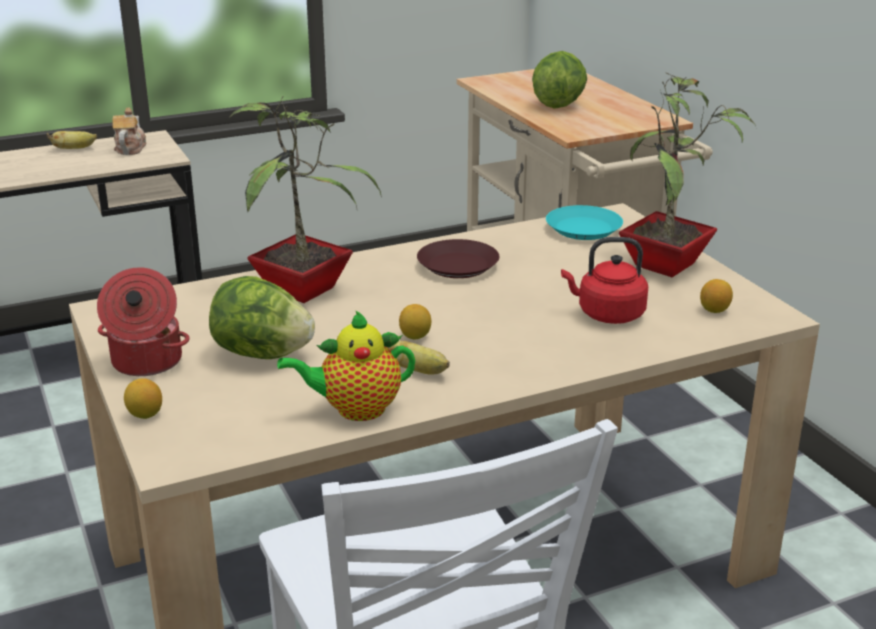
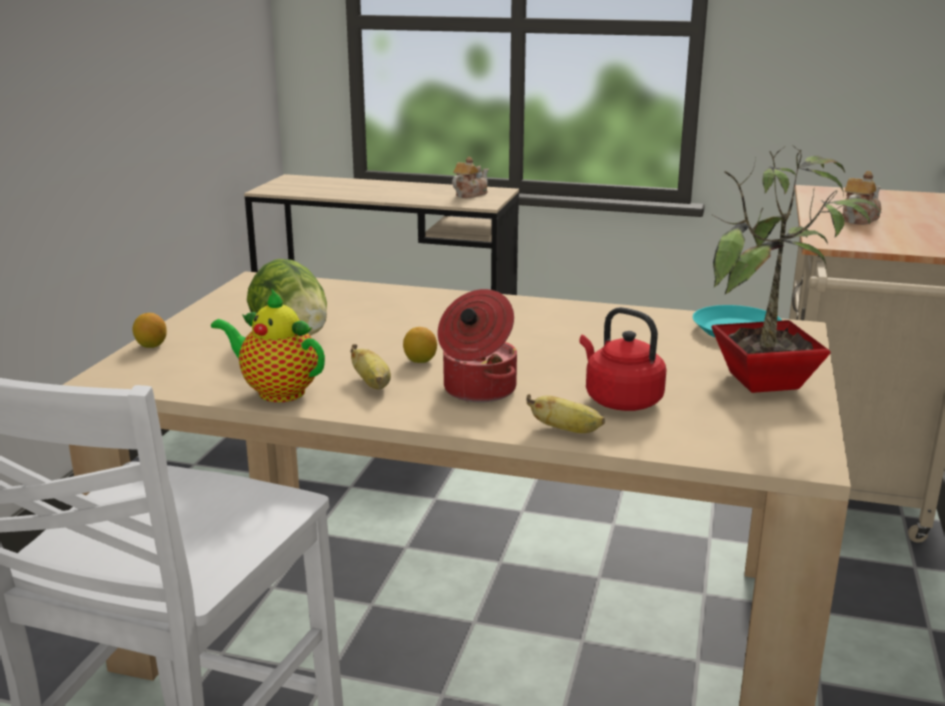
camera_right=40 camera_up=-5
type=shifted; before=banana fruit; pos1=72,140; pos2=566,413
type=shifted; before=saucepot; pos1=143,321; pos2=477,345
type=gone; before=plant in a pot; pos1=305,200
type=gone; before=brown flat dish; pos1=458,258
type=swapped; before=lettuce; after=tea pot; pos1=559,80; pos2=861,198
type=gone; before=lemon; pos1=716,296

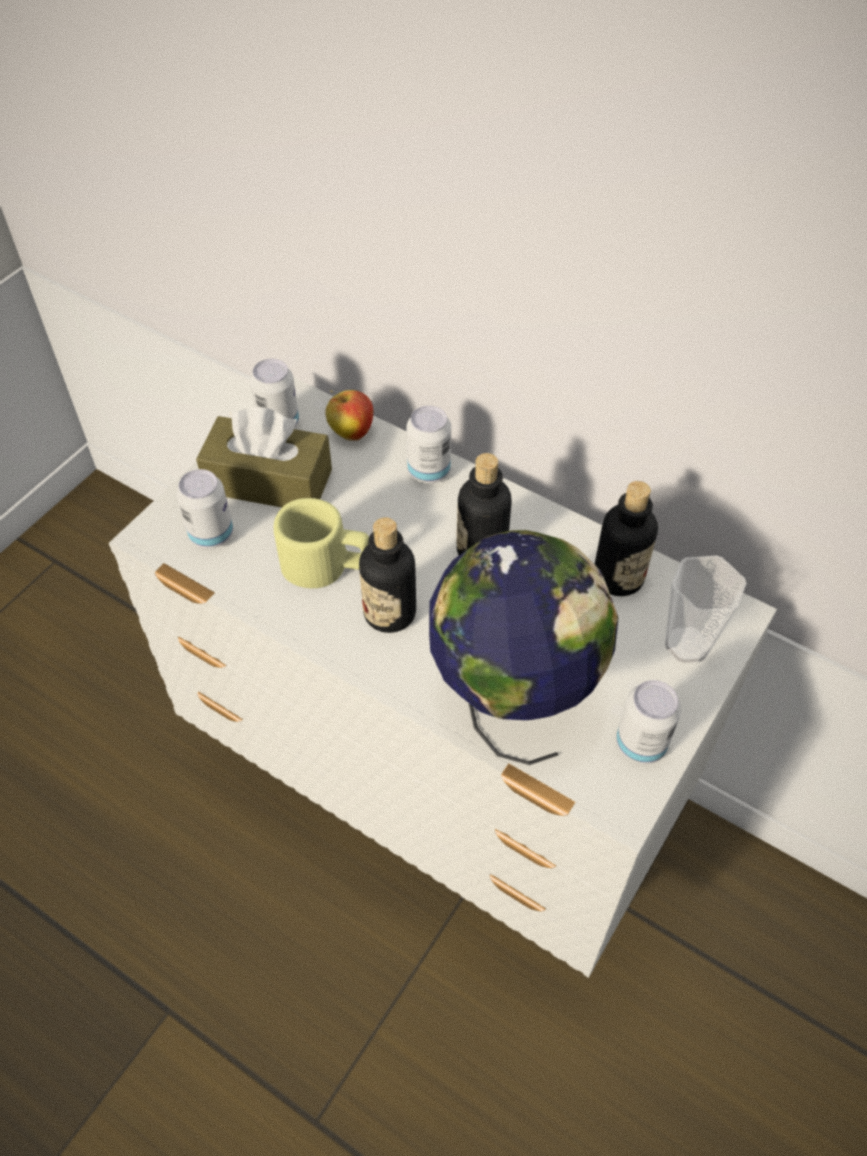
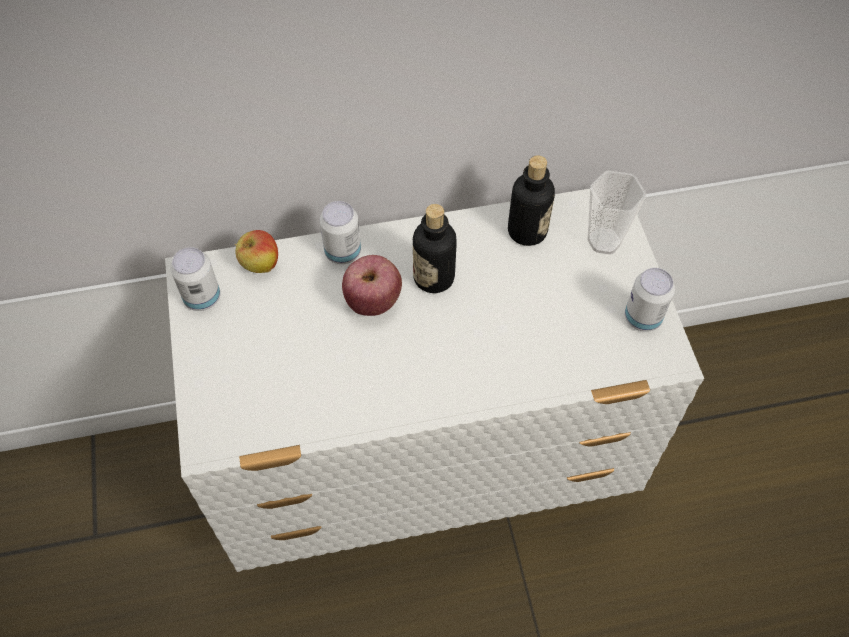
camera_right=-45 camera_up=5
type=gone; before=sealed can; pos1=204,509
type=gone; before=brown tissue holder; pos1=264,457
type=gone; before=beige coffee mug; pos1=321,543
type=gone; before=drink bottle; pos1=387,575
type=gone; before=desk globe; pos1=523,647
type=new; after=apple; pos2=372,285

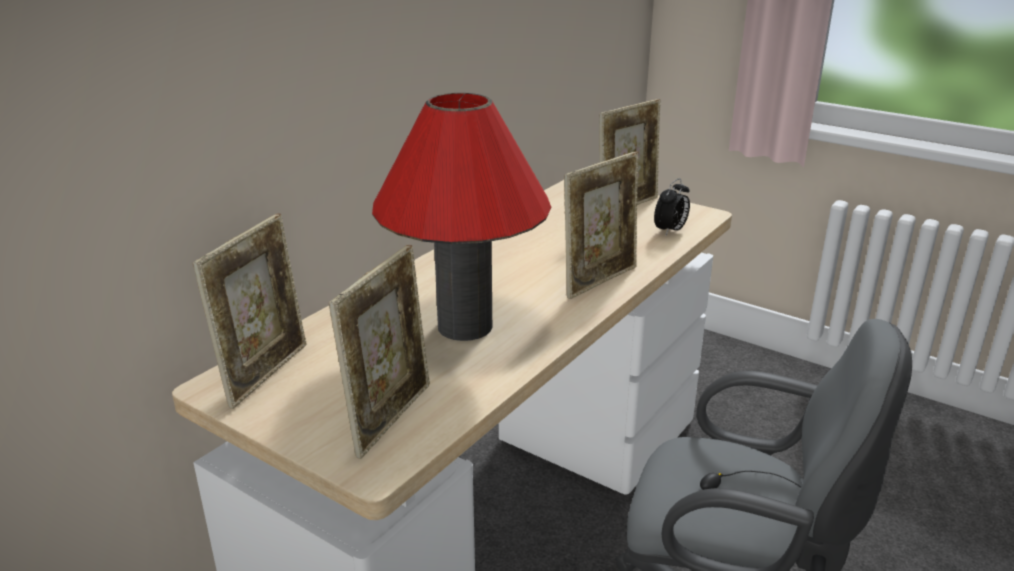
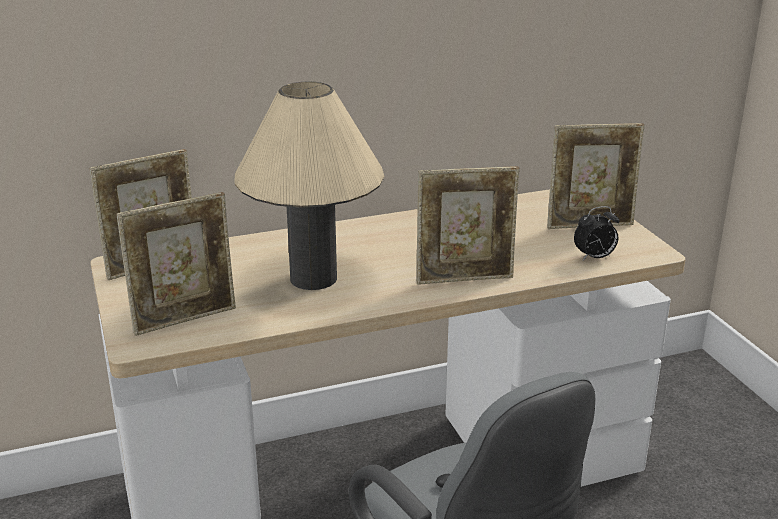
camera_right=35 camera_up=0
type=repainted; before=reddish tabletop lamp; after=beige tabletop lamp; pos1=461,217; pos2=309,185

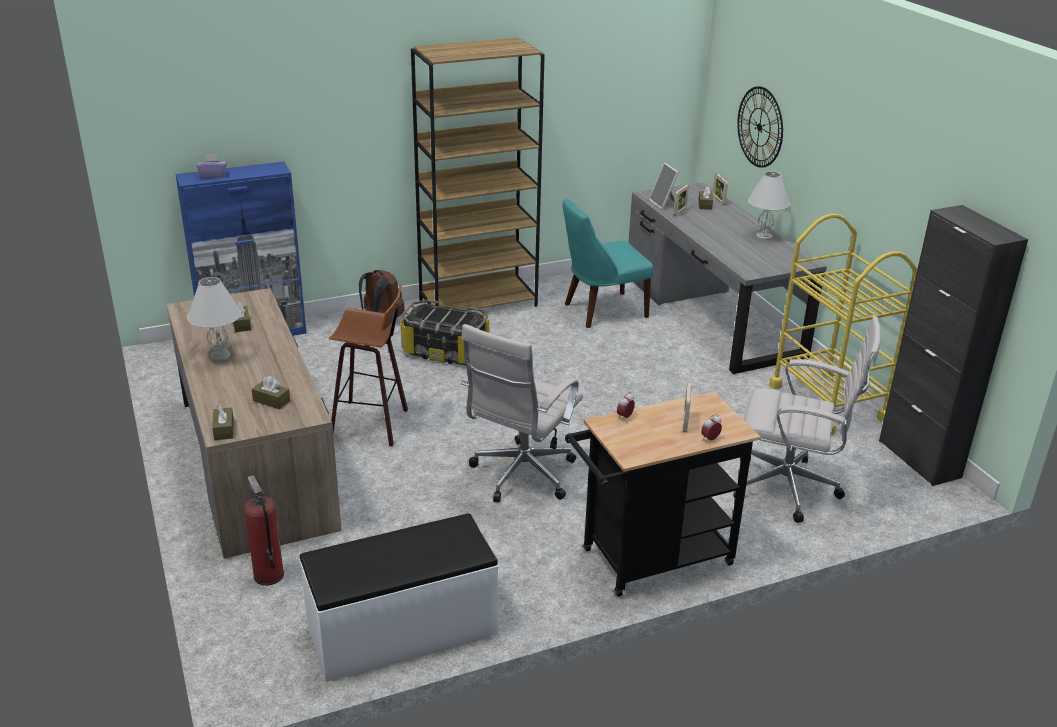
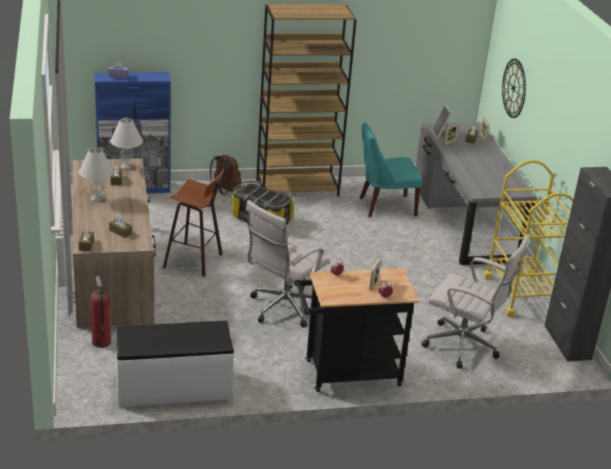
camera_right=10 camera_up=0
type=shifted; before=white-coloured tabletop lamp; pos1=769,205; pos2=126,144

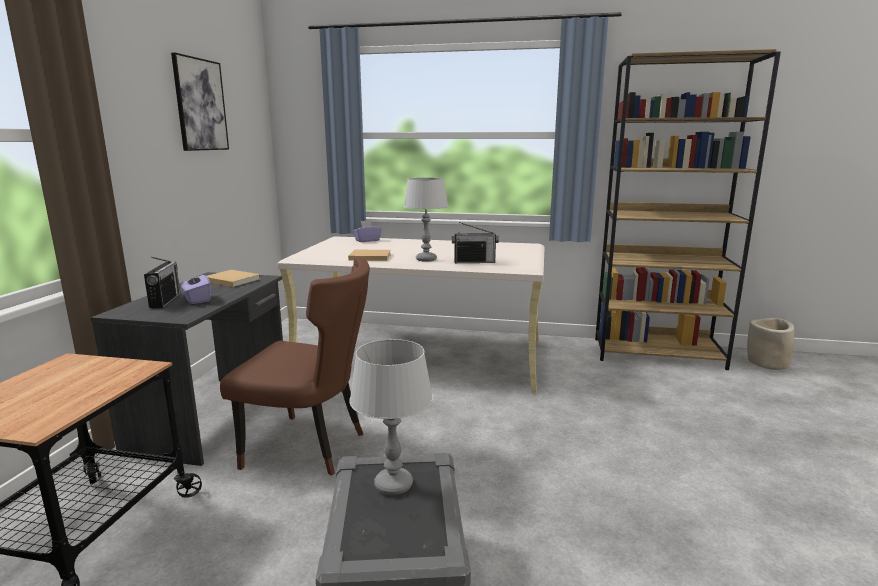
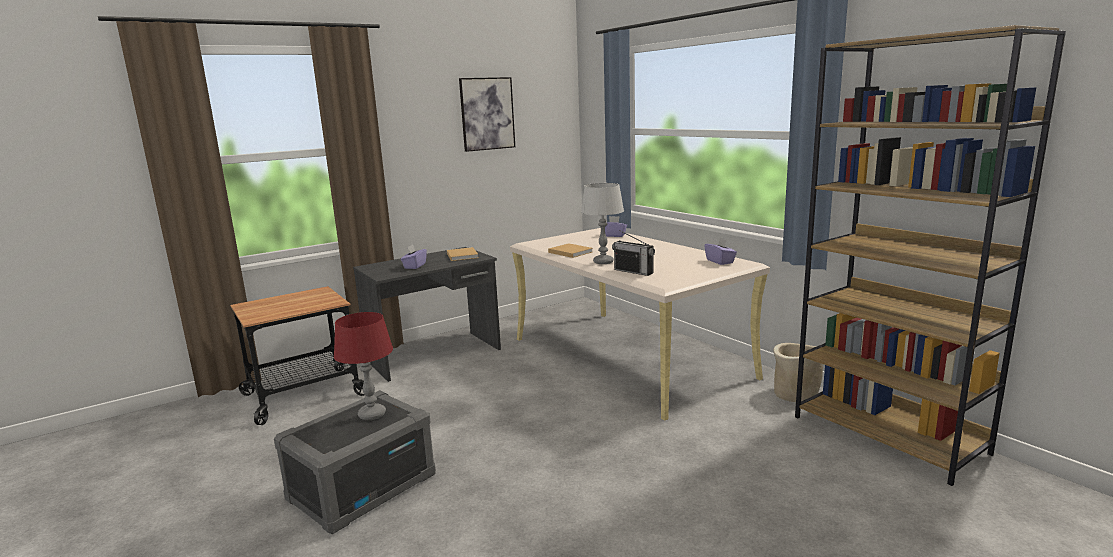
camera_right=45 camera_up=0
type=gone; before=radio; pos1=162,282
type=gone; before=brown chair; pos1=295,366
type=repainted; before=greyish tabletop lamp; after=reddish tabletop lamp; pos1=391,417; pos2=363,366
type=shifted; before=beige plant pot; pos1=770,344; pos2=798,372
type=new; after=purplish tissue holder; pos2=720,251

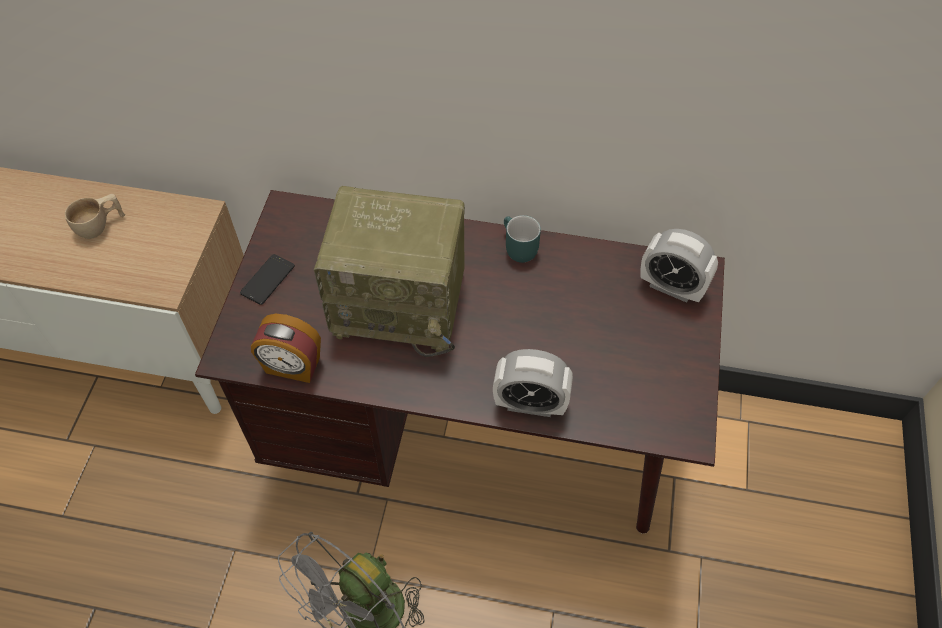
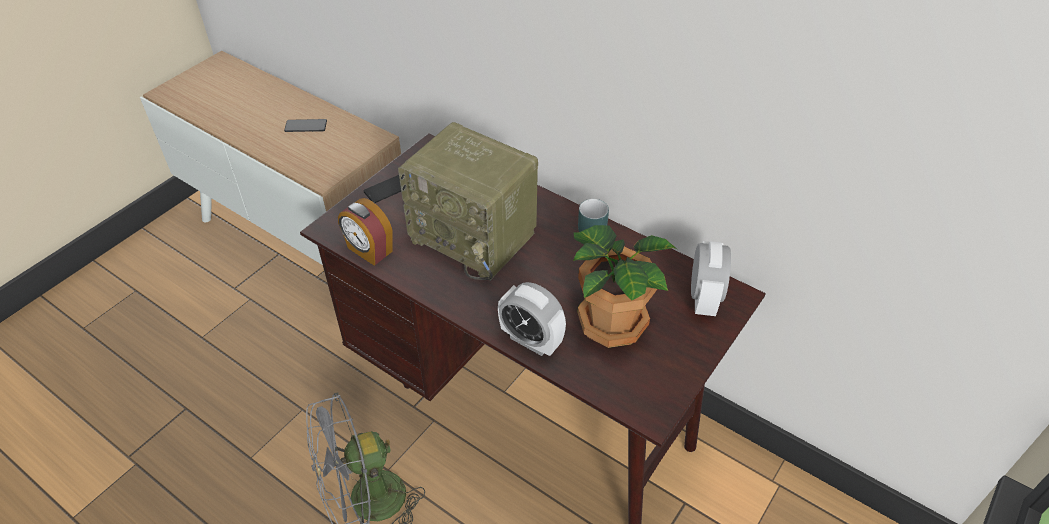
camera_right=25 camera_up=-10
type=swapped; before=beige small cup; after=handset; pos1=95,216; pos2=305,125
type=rotated; before=table clock; pos1=679,266; pos2=711,278; turn=-135
type=new; after=plant in a pot; pos2=625,286

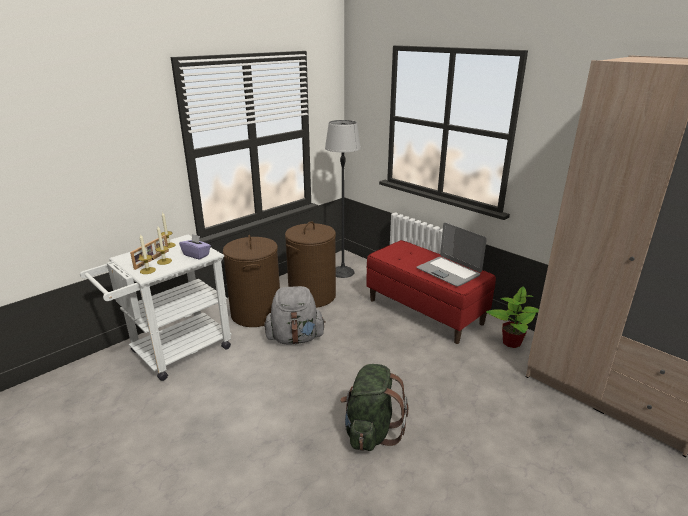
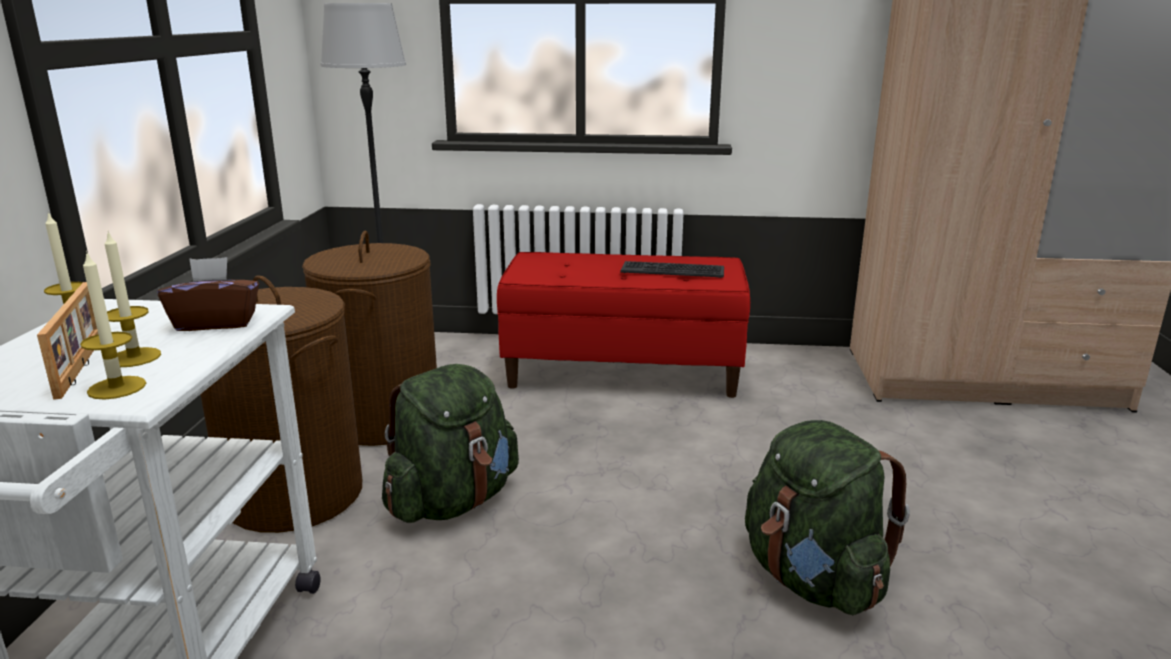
camera_right=-40 camera_up=-5
type=repainted; before=purplish tissue holder; after=brown tissue holder; pos1=195,246; pos2=208,294
type=repainted; before=greyish knapsack; after=green knapsack; pos1=295,315; pos2=450,443
type=swapped; before=portable computer; after=computer keyboard; pos1=451,254; pos2=672,269
type=gone; before=plant in a pot; pos1=512,317

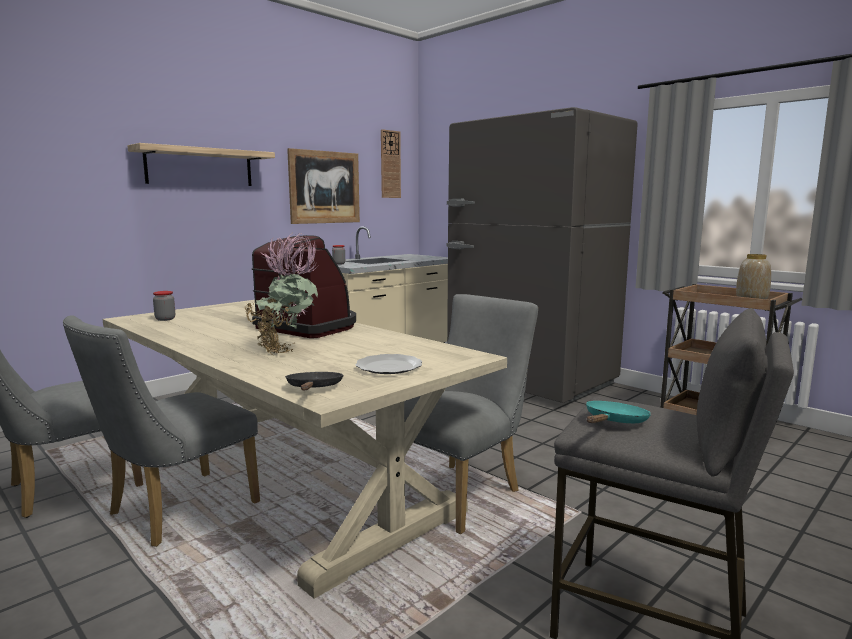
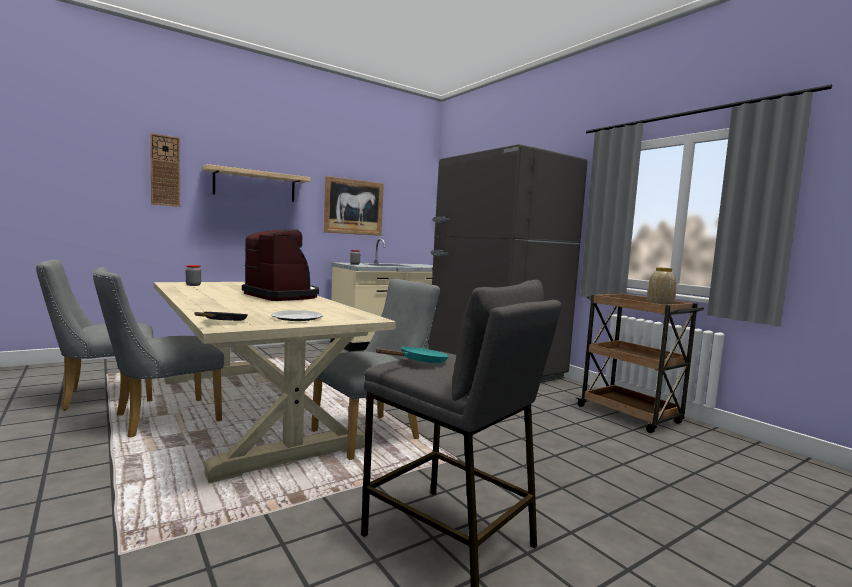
camera_right=10 camera_up=-5
type=gone; before=plant in a pot; pos1=282,294
type=shifted; before=clock on the wall; pos1=391,163; pos2=165,170

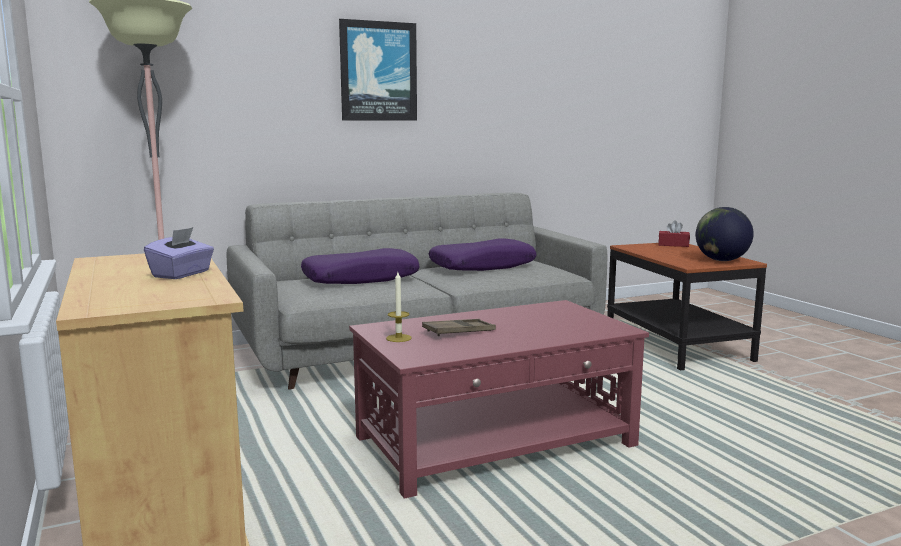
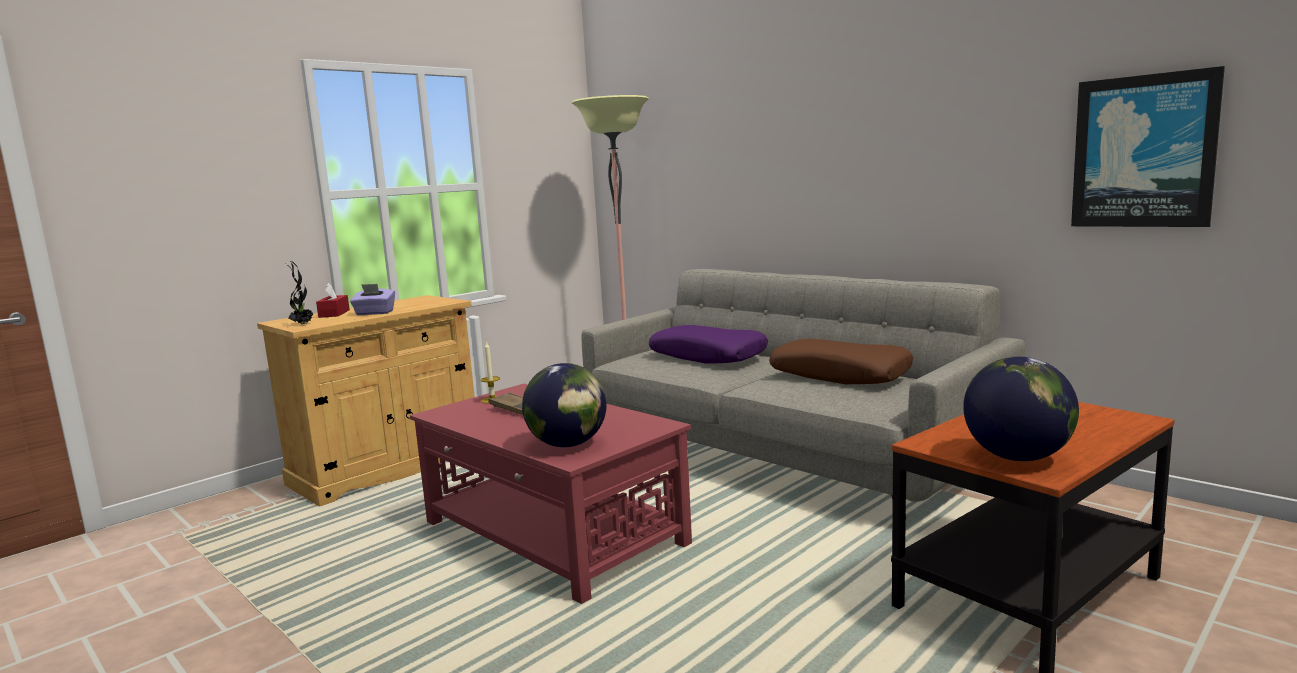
camera_right=70 camera_up=0
type=shifted; before=wall picture; pos1=378,70; pos2=1148,146
type=repainted; before=purplish pillow; after=brown pillow; pos1=483,254; pos2=841,361
type=shifted; before=reddish tissue holder; pos1=674,233; pos2=333,300
type=new; after=plant in a pot; pos2=299,292
type=new; after=desk globe; pos2=564,405

